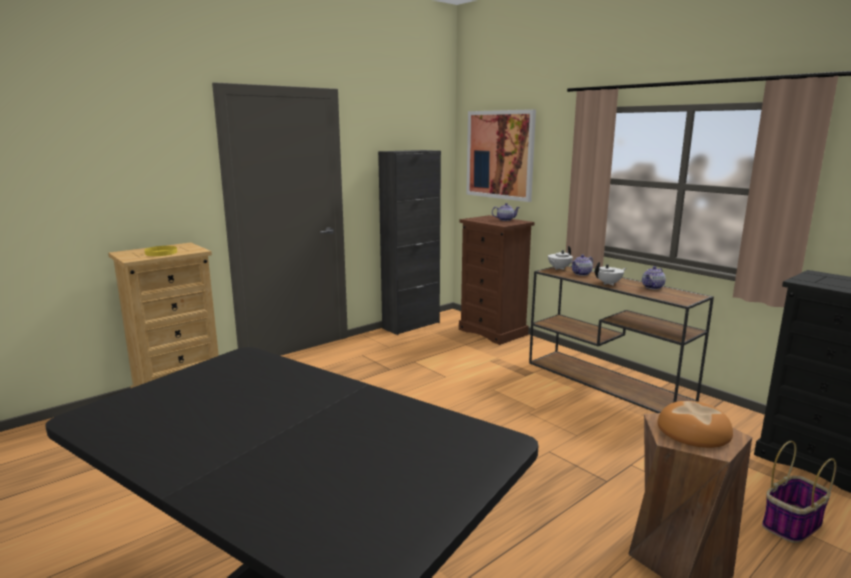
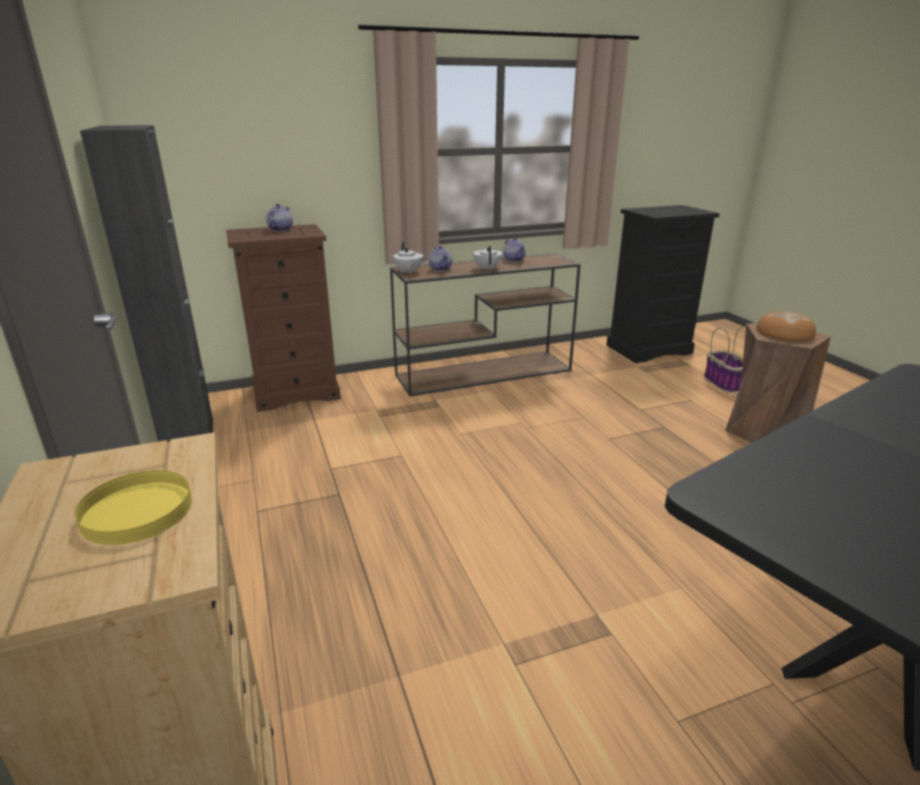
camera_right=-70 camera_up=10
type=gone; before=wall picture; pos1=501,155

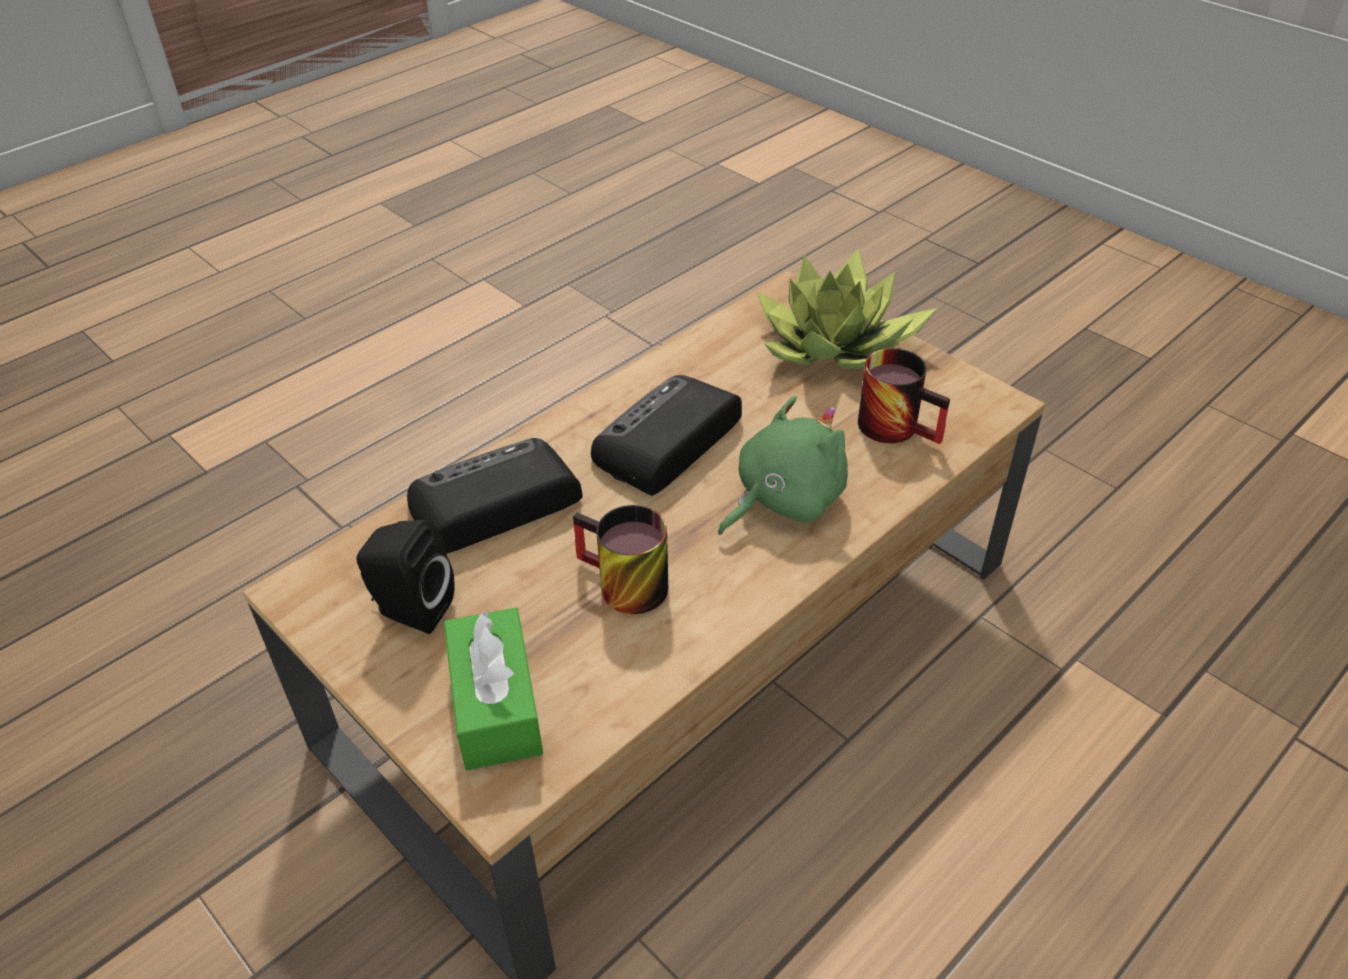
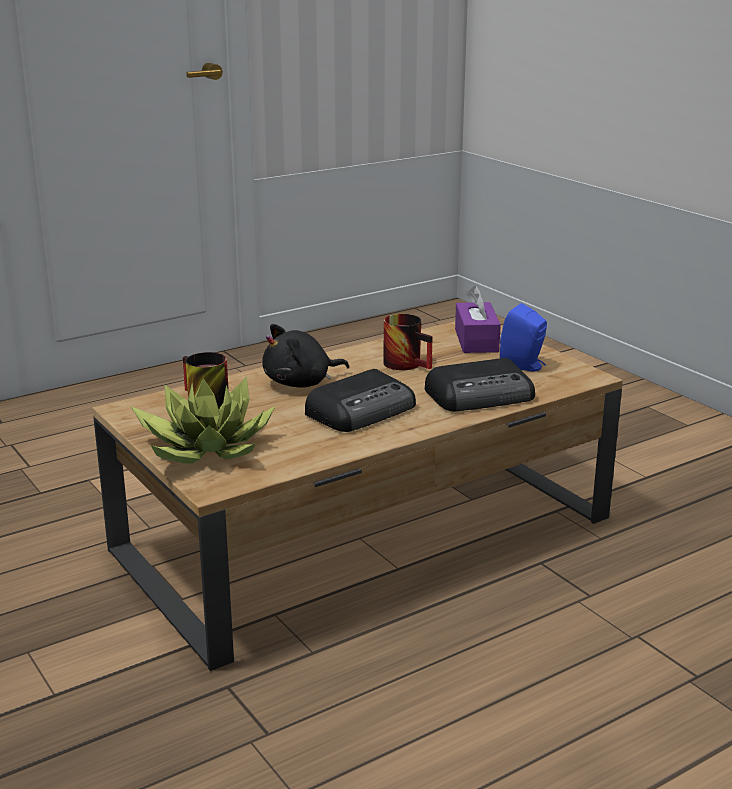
camera_right=-170 camera_up=-20
type=repainted; before=black audio speaker; after=blue-coloured audio speaker; pos1=406,577; pos2=523,337
type=repainted; before=green tissue holder; after=purplish tissue holder; pos1=493,689; pos2=478,319
type=repainted; before=green cuddly toy; after=black cuddly toy; pos1=783,465; pos2=305,356

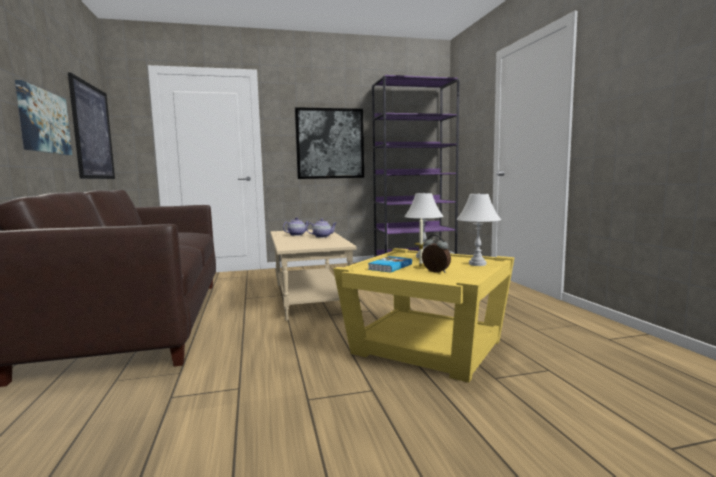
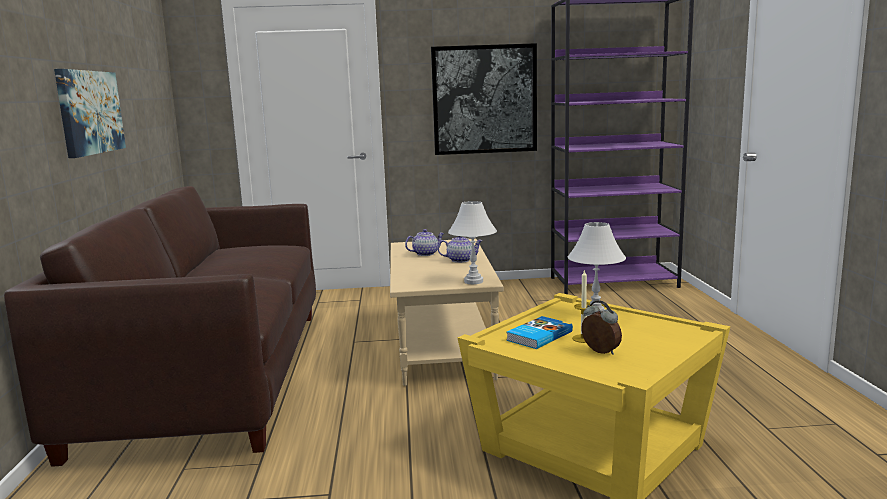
camera_right=10 camera_up=5
type=gone; before=wall picture; pos1=91,126
type=shifted; before=white-coloured tabletop lamp; pos1=478,229; pos2=472,242

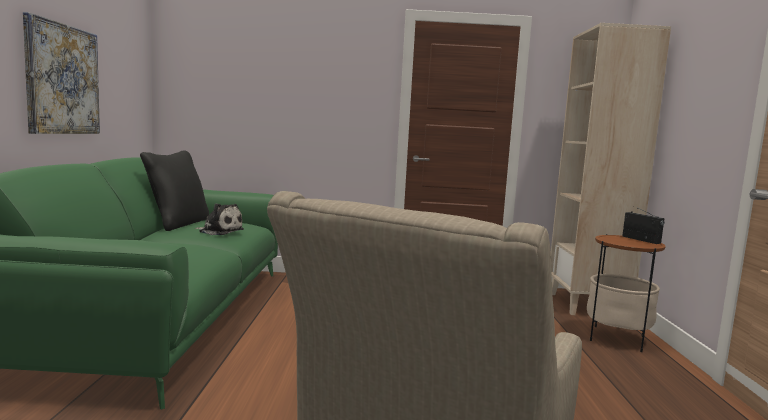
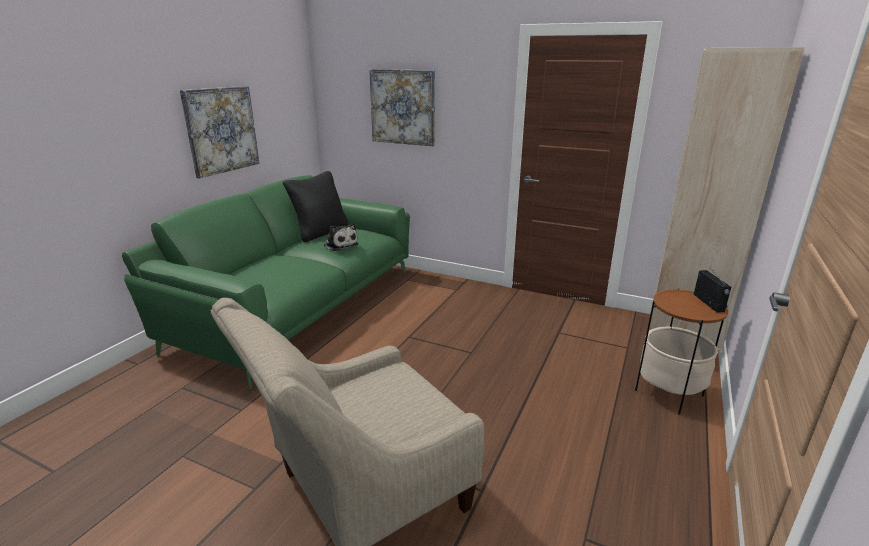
camera_right=25 camera_up=15
type=new; after=wall picture; pos2=402,107

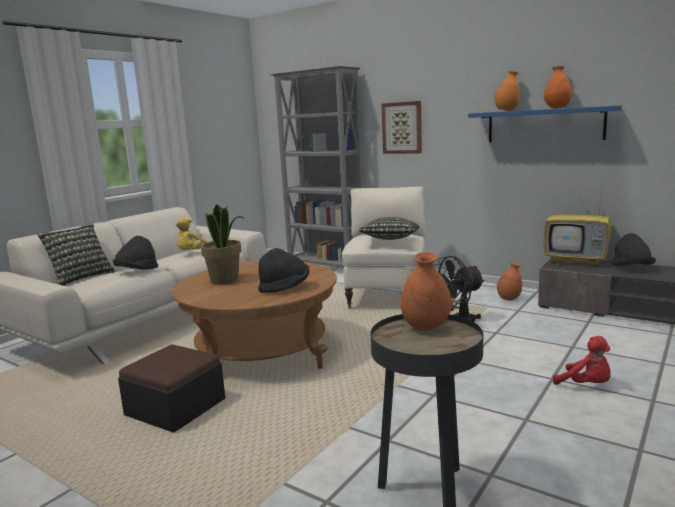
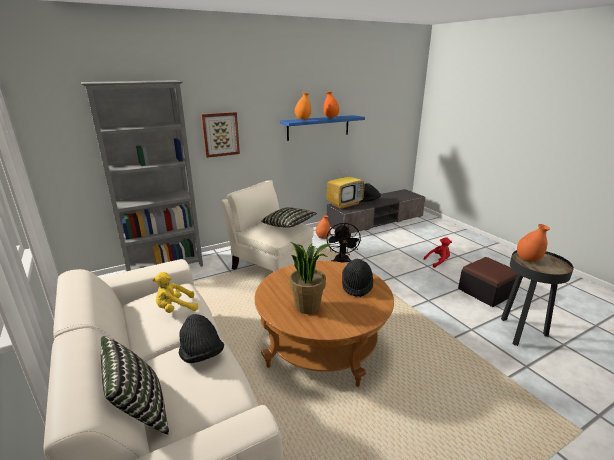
camera_right=-65 camera_up=10
type=shifted; before=footrest; pos1=171,388; pos2=487,282
type=rotated; before=yellowish cuddly toy; pos1=191,233; pos2=175,292; turn=105

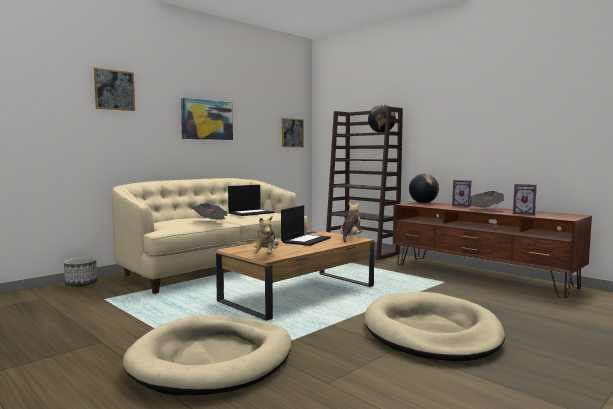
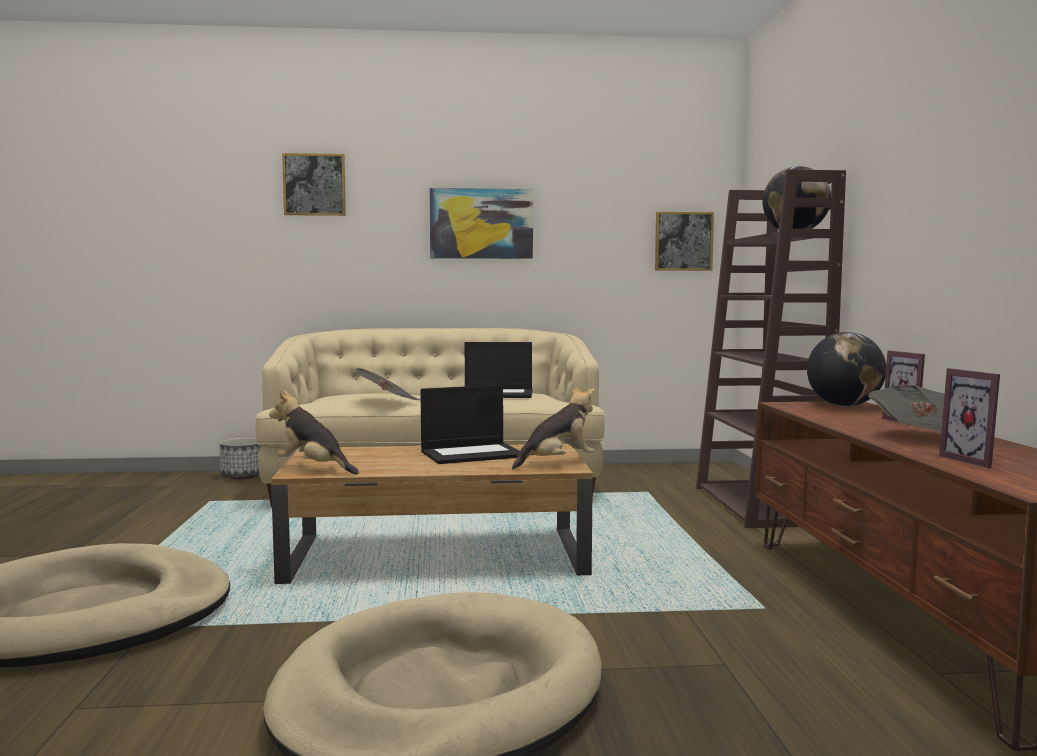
camera_right=40 camera_up=0
type=rotated; before=cuddly toy; pos1=265,235; pos2=314,432; turn=75

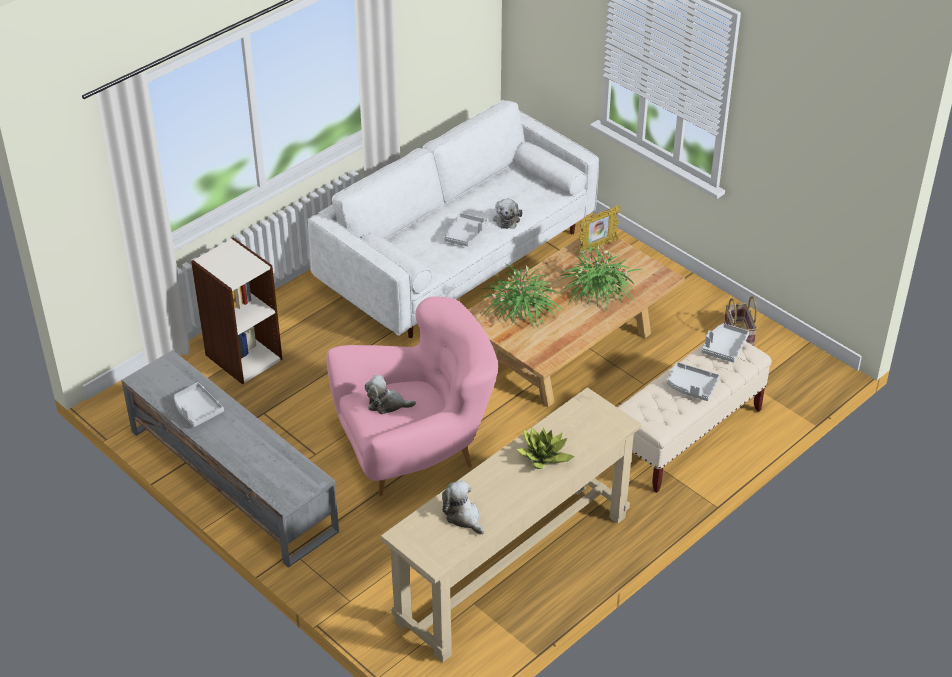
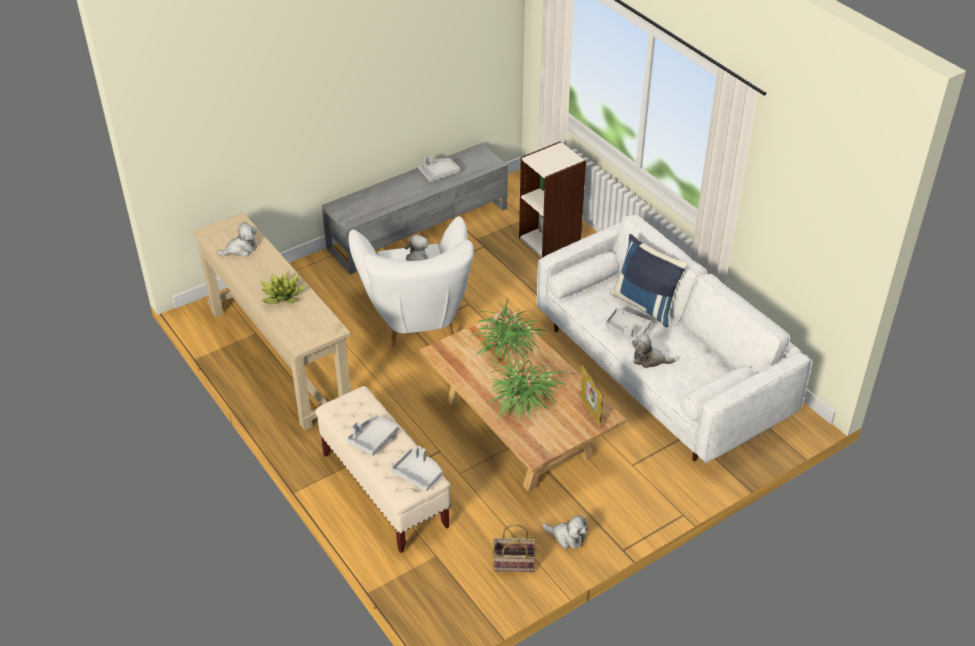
camera_right=100 camera_up=0
type=repainted; before=pinkish lounge chair; after=white-coloured lounge chair; pos1=412,396; pos2=411,283
type=new; after=cuddly toy; pos2=565,532
type=new; after=blue-coloured pillow; pos2=648,280

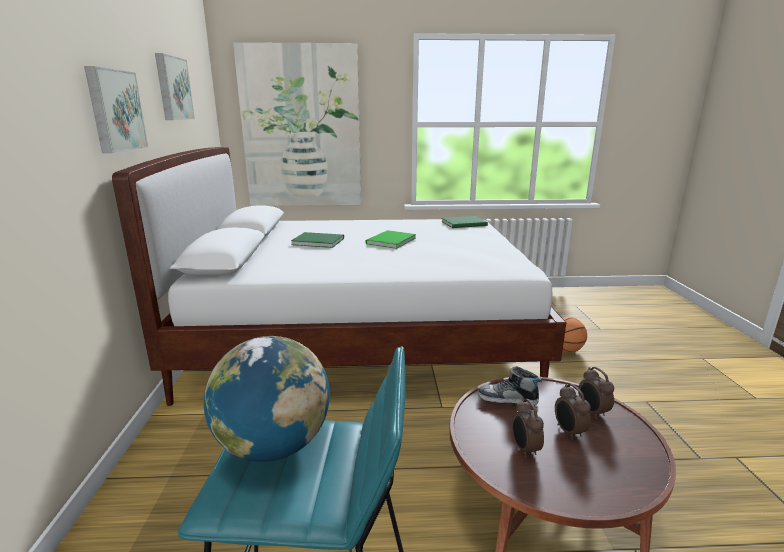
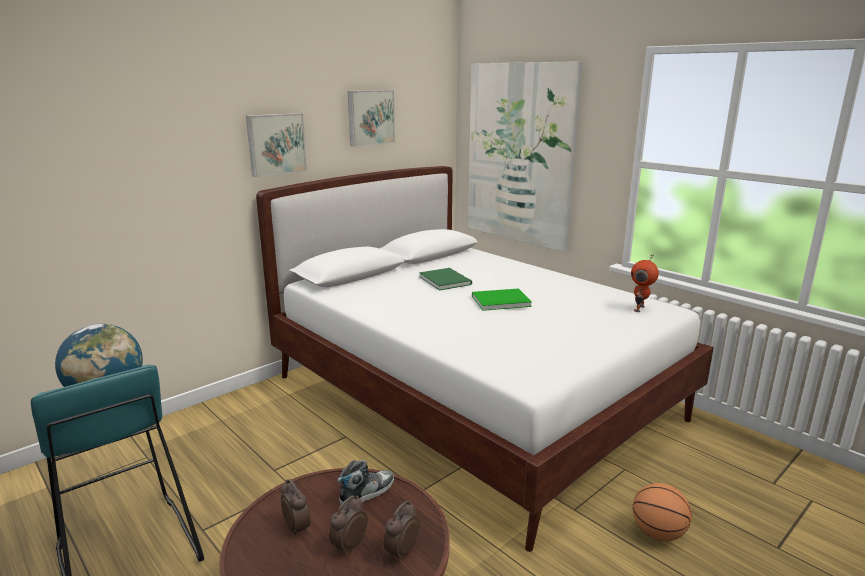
camera_right=50 camera_up=0
type=swapped; before=green book; after=toy robot; pos1=464,222; pos2=645,283
type=rotated; before=item of footwear; pos1=510,385; pos2=365,484; turn=75
type=rotated; before=table clock; pos1=528,428; pos2=296,508; turn=105

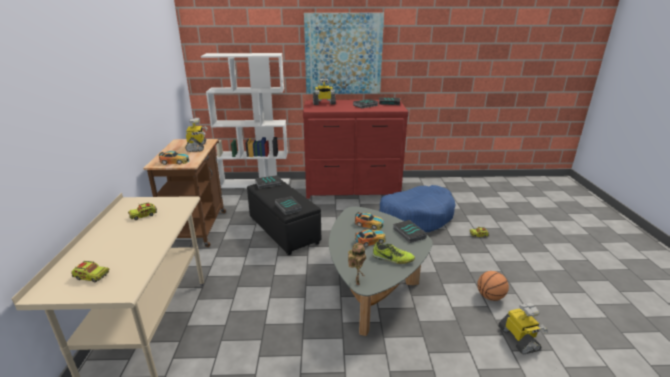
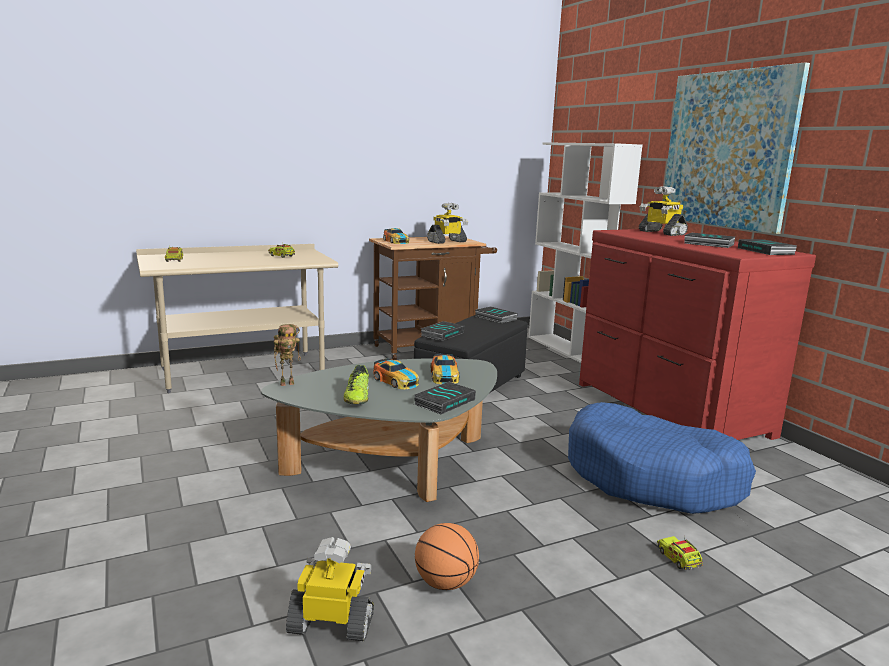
camera_right=65 camera_up=-10
type=rotated; before=toy robot; pos1=523,328; pos2=330,589; turn=-135

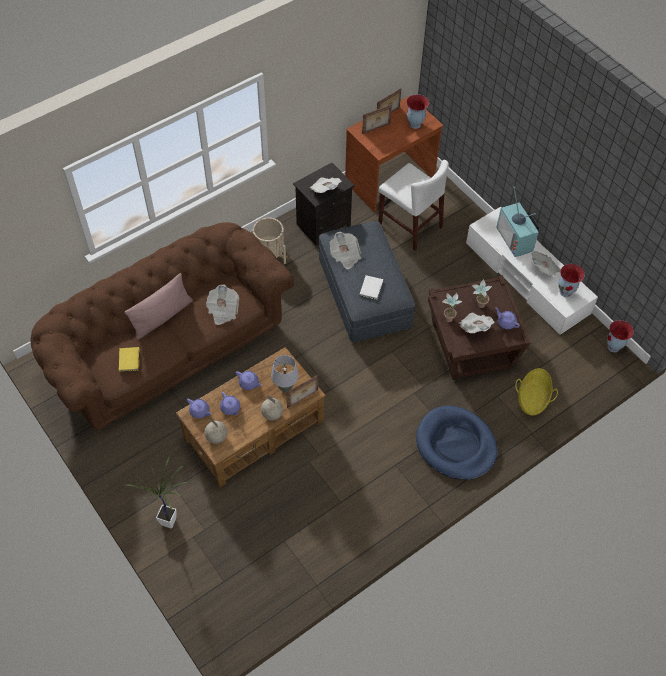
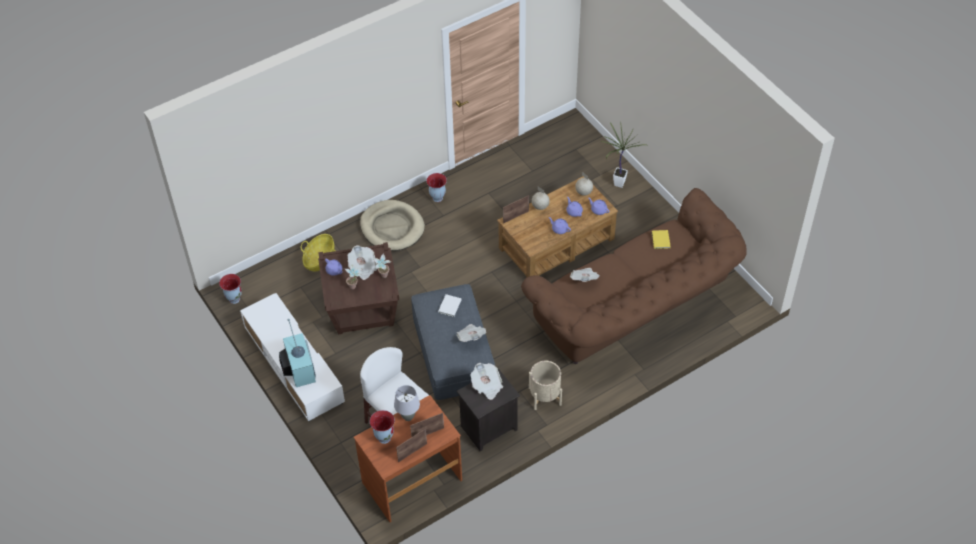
camera_right=-175 camera_up=-5
type=gone; before=pinkish pillow; pos1=158,306
type=shifted; before=greyish tabletop lamp; pos1=285,374; pos2=407,403
type=repainted; before=blue-coloured pet bed; after=beige pet bed; pos1=457,443; pos2=392,225
type=gone; before=newspaper; pos1=546,264
type=shifted; before=decorative vase; pos1=571,280; pos2=436,187

